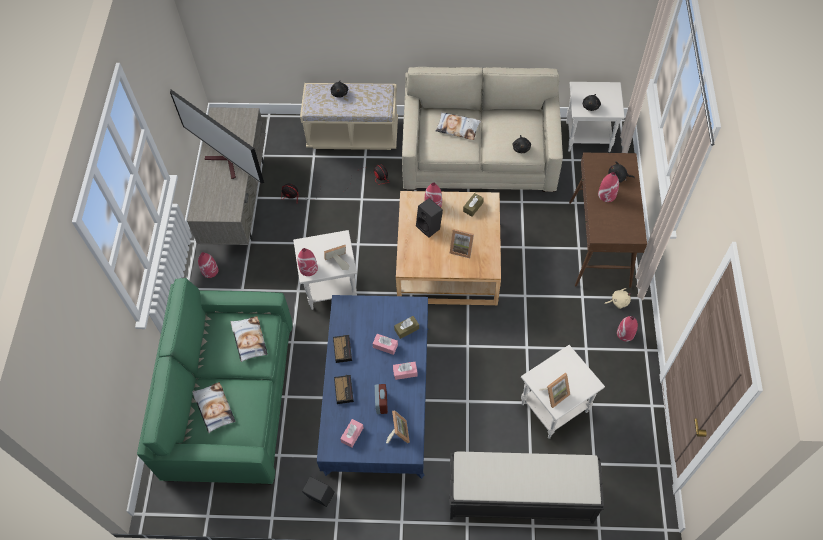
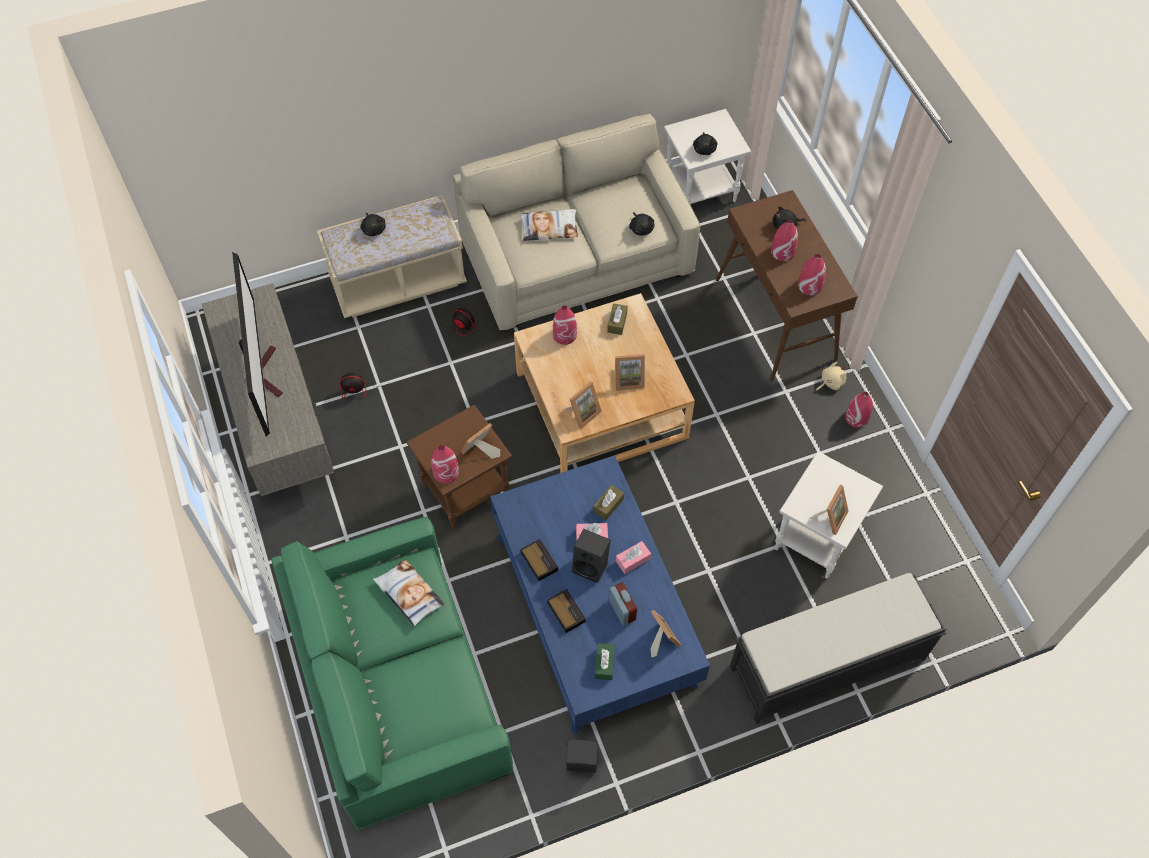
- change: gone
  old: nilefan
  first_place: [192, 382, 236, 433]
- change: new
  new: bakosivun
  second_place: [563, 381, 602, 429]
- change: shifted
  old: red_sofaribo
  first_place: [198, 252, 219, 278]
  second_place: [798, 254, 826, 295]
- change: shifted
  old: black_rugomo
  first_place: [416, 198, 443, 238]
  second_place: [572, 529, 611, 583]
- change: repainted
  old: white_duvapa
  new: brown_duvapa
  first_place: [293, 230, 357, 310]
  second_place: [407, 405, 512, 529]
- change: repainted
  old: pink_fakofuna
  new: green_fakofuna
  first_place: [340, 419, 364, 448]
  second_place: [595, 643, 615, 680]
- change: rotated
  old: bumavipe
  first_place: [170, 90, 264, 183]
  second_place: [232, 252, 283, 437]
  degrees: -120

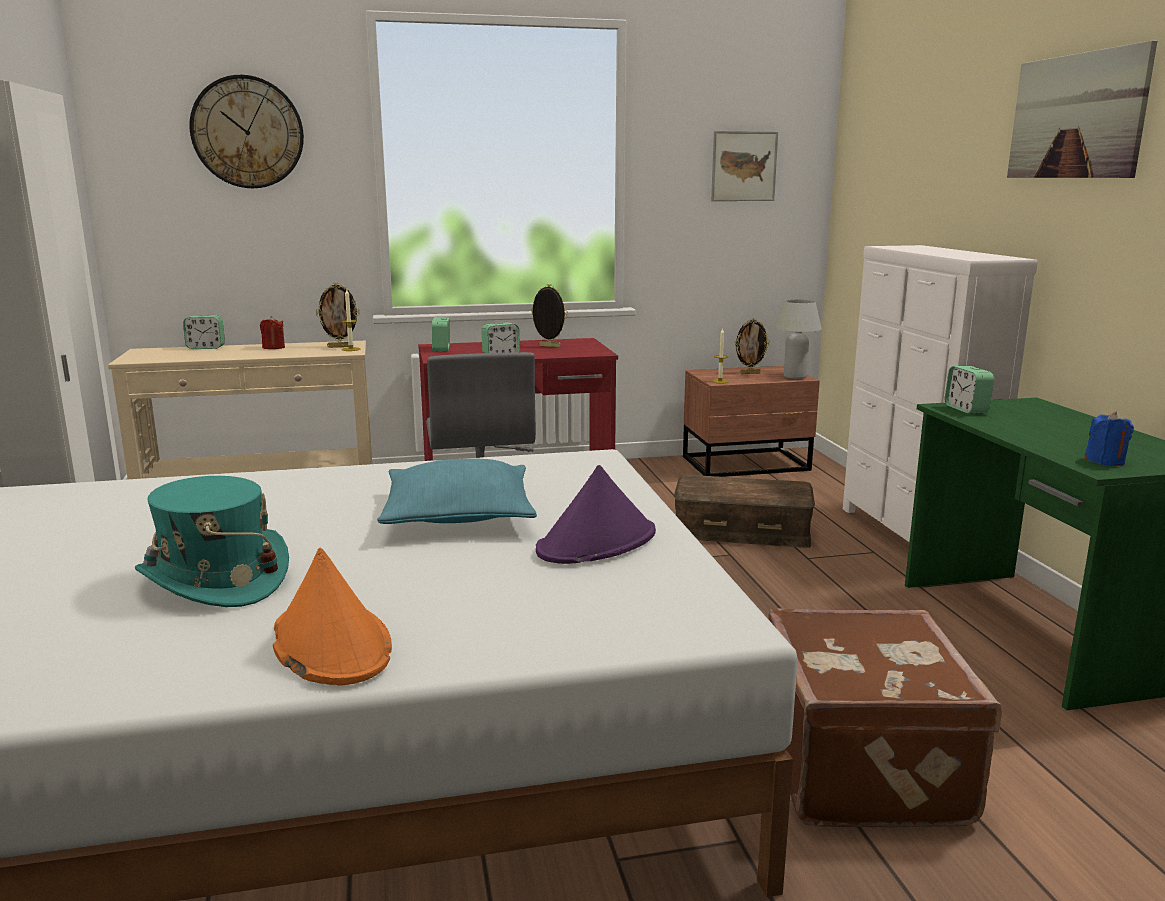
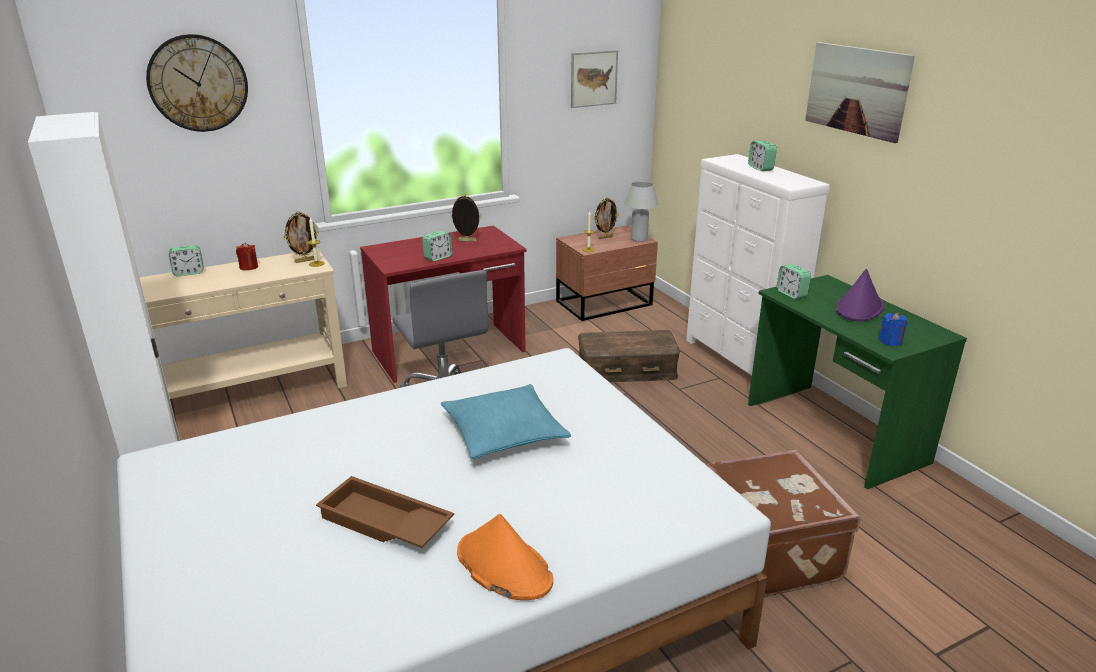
- change: shifted
  old: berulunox
  first_place: [432, 317, 450, 352]
  second_place: [748, 141, 777, 171]
- change: shifted
  old: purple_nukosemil
  first_place: [536, 465, 656, 564]
  second_place: [836, 269, 884, 321]
- change: swapped
  old: turquoise_nukosemil
  new: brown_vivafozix
  first_place: [135, 476, 289, 607]
  second_place: [316, 476, 454, 548]

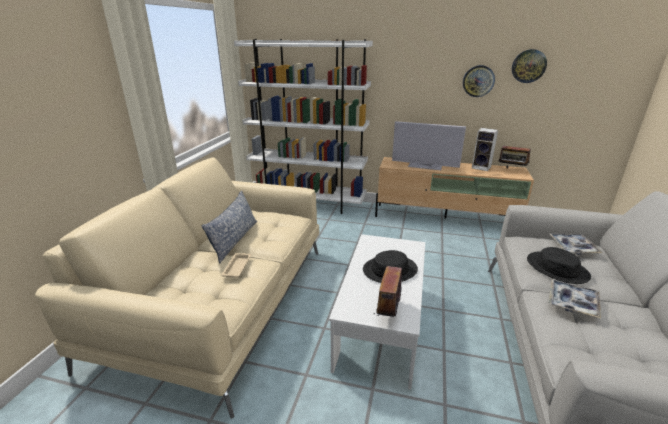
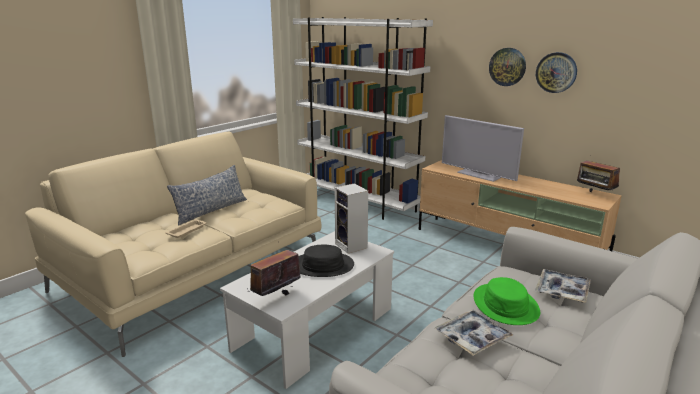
- change: shifted
  old: rugomo
  first_place: [472, 128, 498, 171]
  second_place: [335, 183, 368, 253]
- change: shifted
  old: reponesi
  first_place: [512, 49, 547, 83]
  second_place: [489, 48, 526, 86]
- change: repainted
  old: black_nukosemil
  new: green_nukosemil
  first_place: [527, 247, 591, 284]
  second_place: [473, 277, 540, 325]

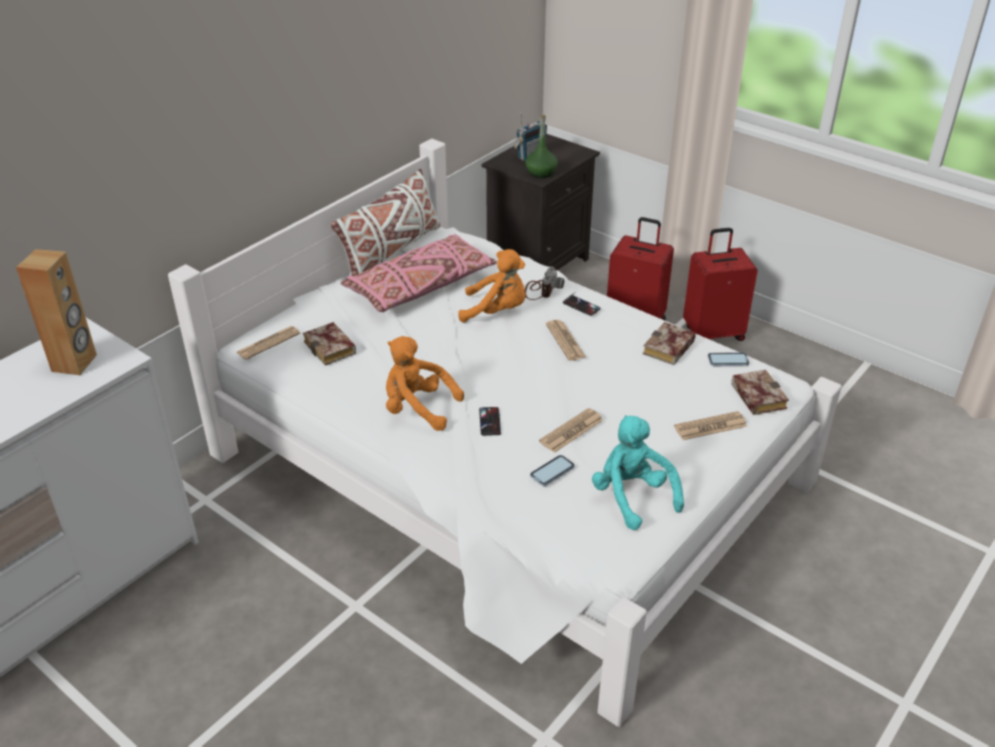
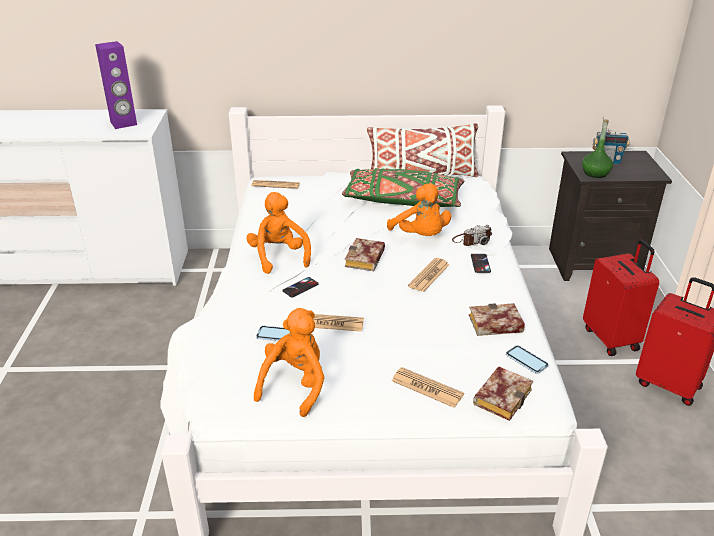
- change: shifted
  old: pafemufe
  first_place: [303, 322, 356, 365]
  second_place: [345, 238, 385, 271]
- change: repainted
  old: brown_rugomo
  new: purple_rugomo
  first_place: [16, 249, 97, 375]
  second_place: [95, 41, 137, 129]
- change: repainted
  old: pink_nilefan
  new: green_nilefan
  first_place: [341, 235, 497, 312]
  second_place: [342, 168, 464, 207]
- change: repainted
  old: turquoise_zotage
  new: orange_zotage
  first_place: [592, 415, 684, 530]
  second_place: [254, 308, 324, 417]

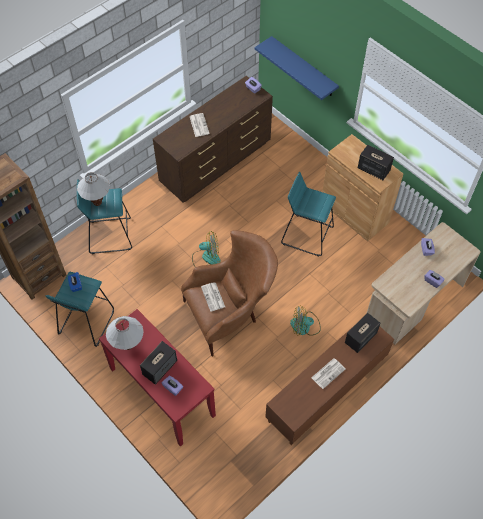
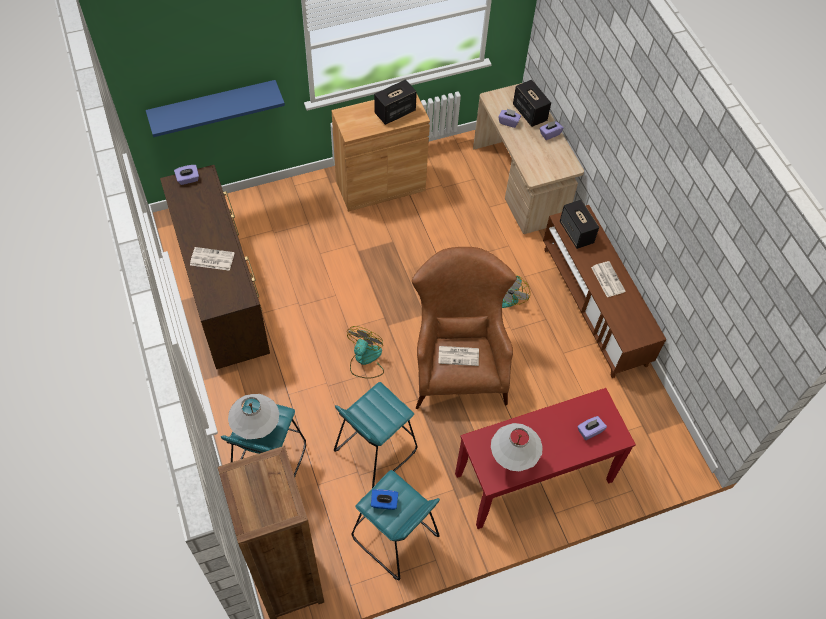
- change: shifted
  old: rugomo
  first_place: [140, 341, 177, 385]
  second_place: [513, 80, 551, 127]
- change: shifted
  old: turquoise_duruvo
  first_place: [281, 172, 336, 256]
  second_place: [334, 382, 418, 488]

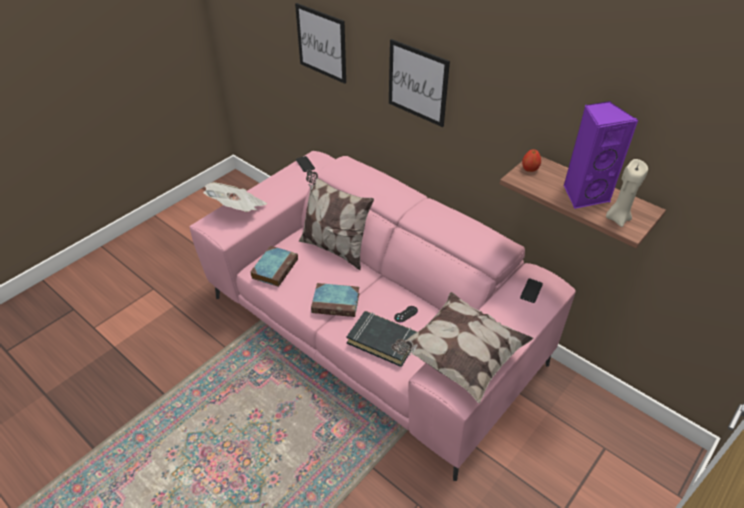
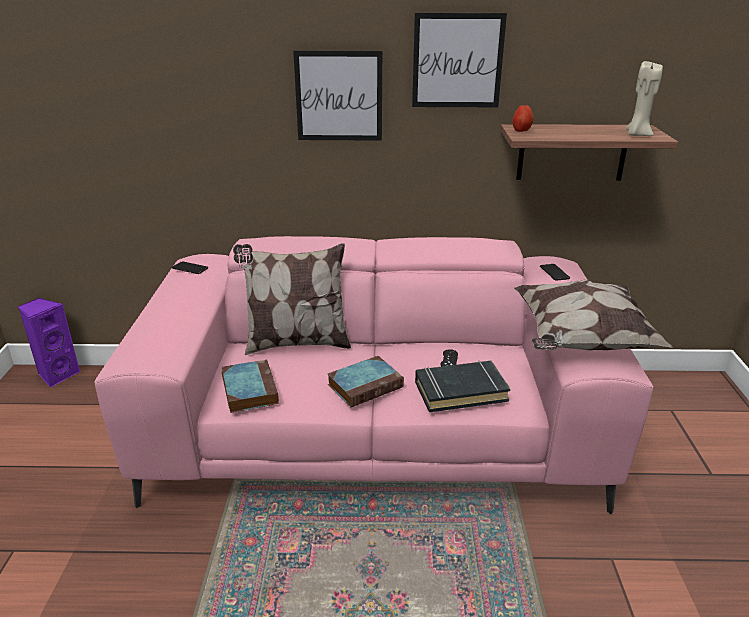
- change: gone
  old: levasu
  first_place: [203, 182, 267, 212]
- change: shifted
  old: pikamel
  first_place: [295, 3, 346, 84]
  second_place: [412, 13, 507, 107]
- change: shifted
  old: purple_rugomo
  first_place: [564, 101, 638, 209]
  second_place: [18, 297, 80, 388]

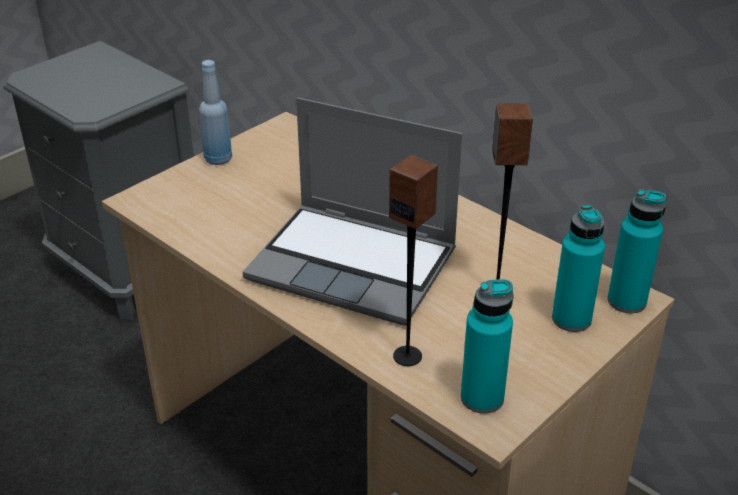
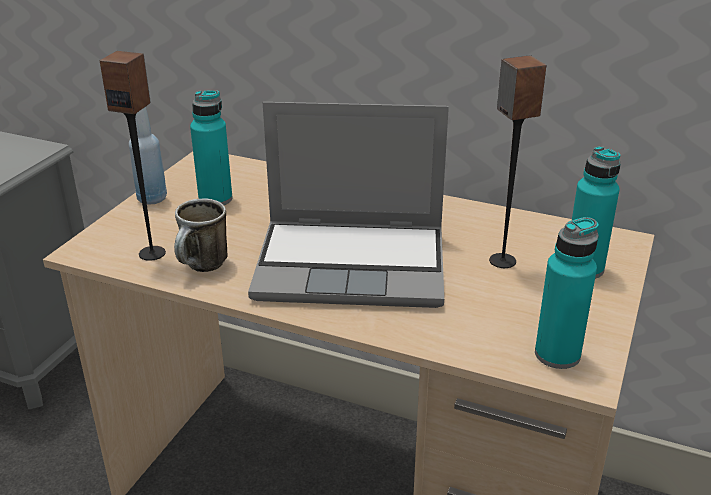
- change: new
  new: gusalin
  second_place: [174, 198, 227, 272]
- change: shifted
  old: rugomo
  first_place: [389, 155, 438, 366]
  second_place: [100, 51, 166, 261]
- change: shifted
  old: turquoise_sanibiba
  first_place: [607, 189, 666, 313]
  second_place: [190, 90, 233, 205]

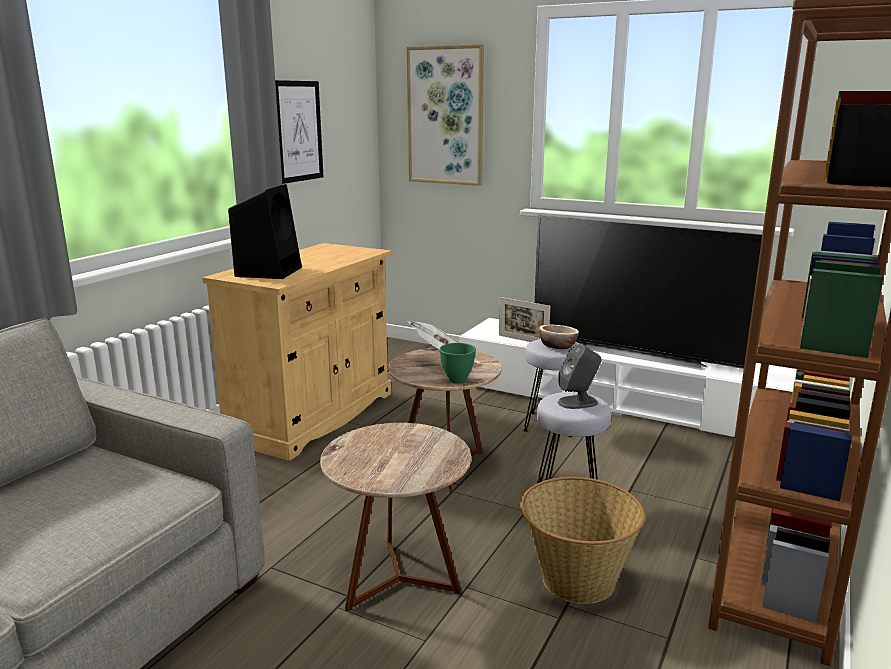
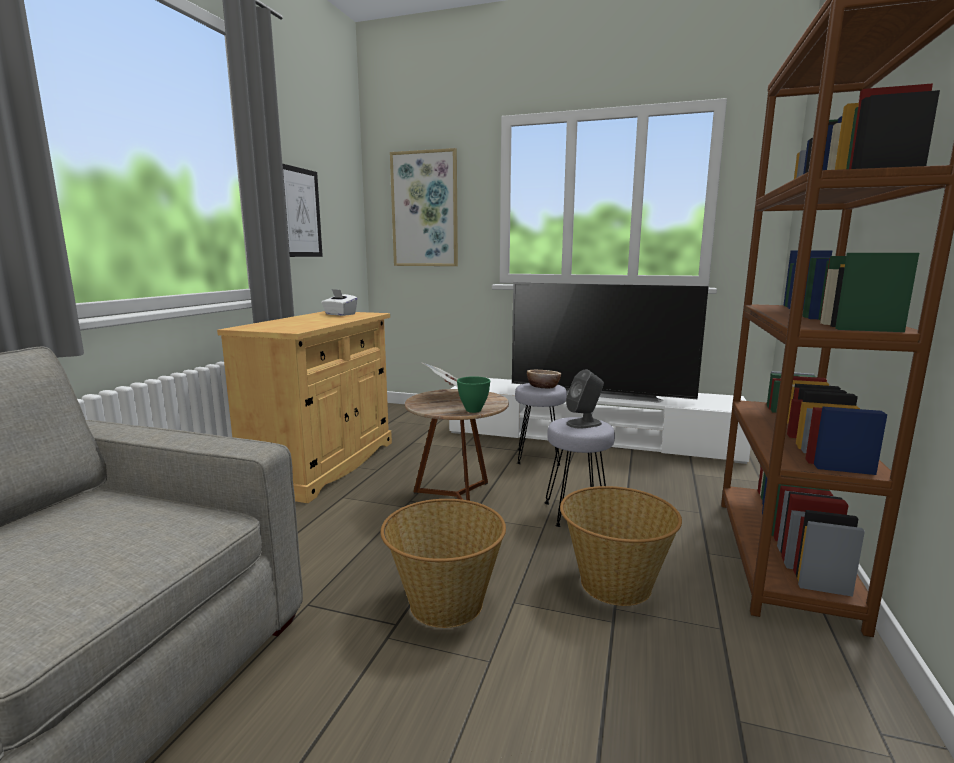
- change: gone
  old: black_rugomo
  first_place: [228, 184, 302, 279]
- change: gone
  old: bakosivun
  first_place: [499, 297, 550, 342]
- change: new
  new: white_fakofuna
  second_place: [321, 289, 358, 316]
- change: swapped
  old: brown_duvapa
  new: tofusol
  first_place: [320, 423, 471, 612]
  second_place: [381, 499, 506, 628]

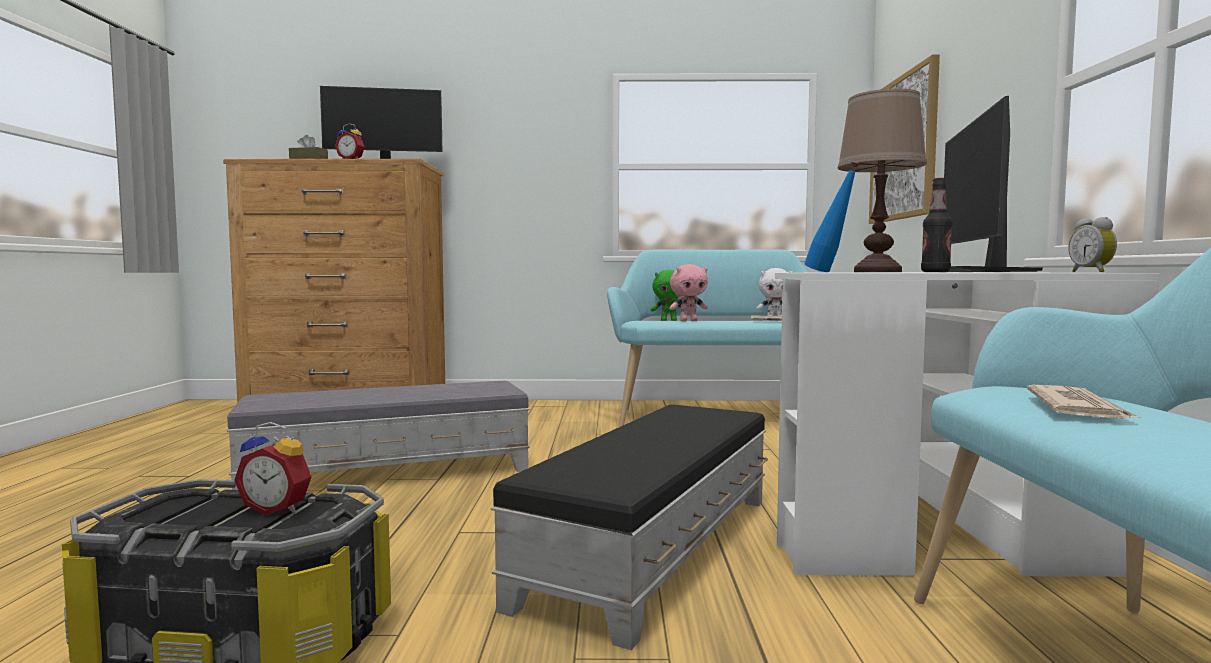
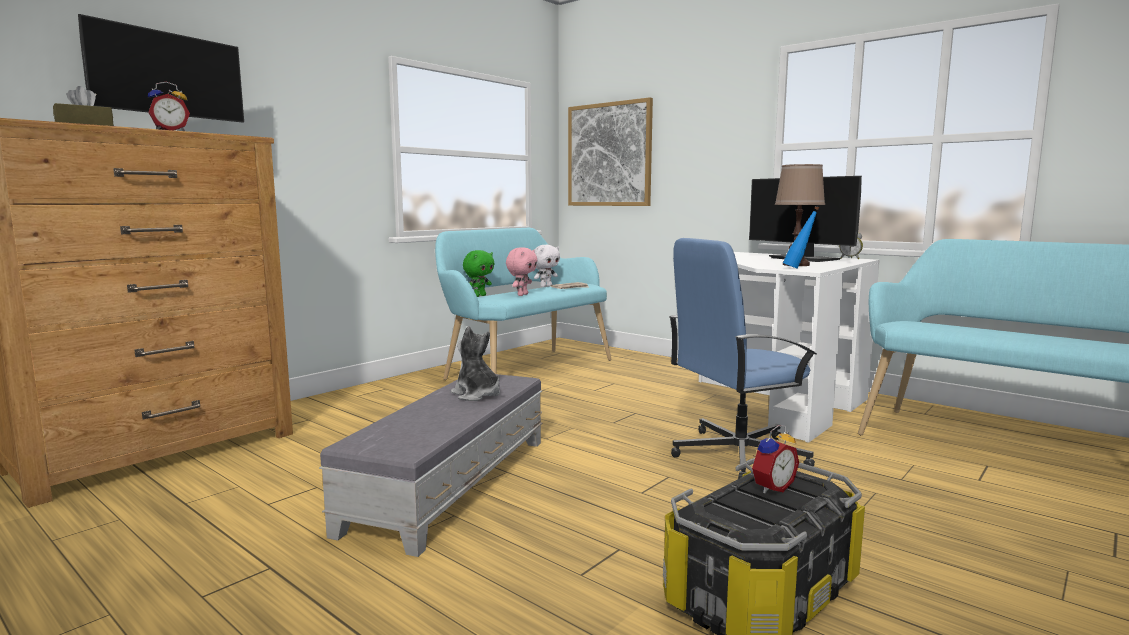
- change: gone
  old: sanibiba
  first_place: [921, 178, 953, 272]
- change: gone
  old: levasu
  first_place: [1027, 385, 1139, 419]
- change: new
  new: zotage
  second_place: [451, 326, 500, 401]
- change: swapped
  old: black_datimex
  new: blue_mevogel
  first_place: [491, 404, 768, 650]
  second_place: [669, 238, 817, 479]

